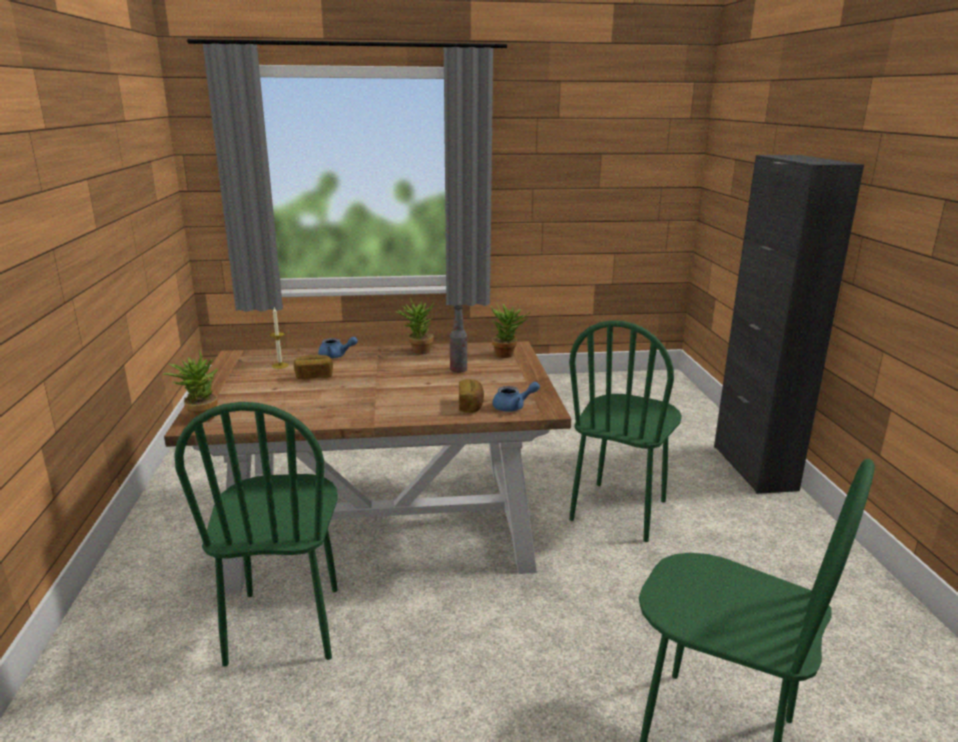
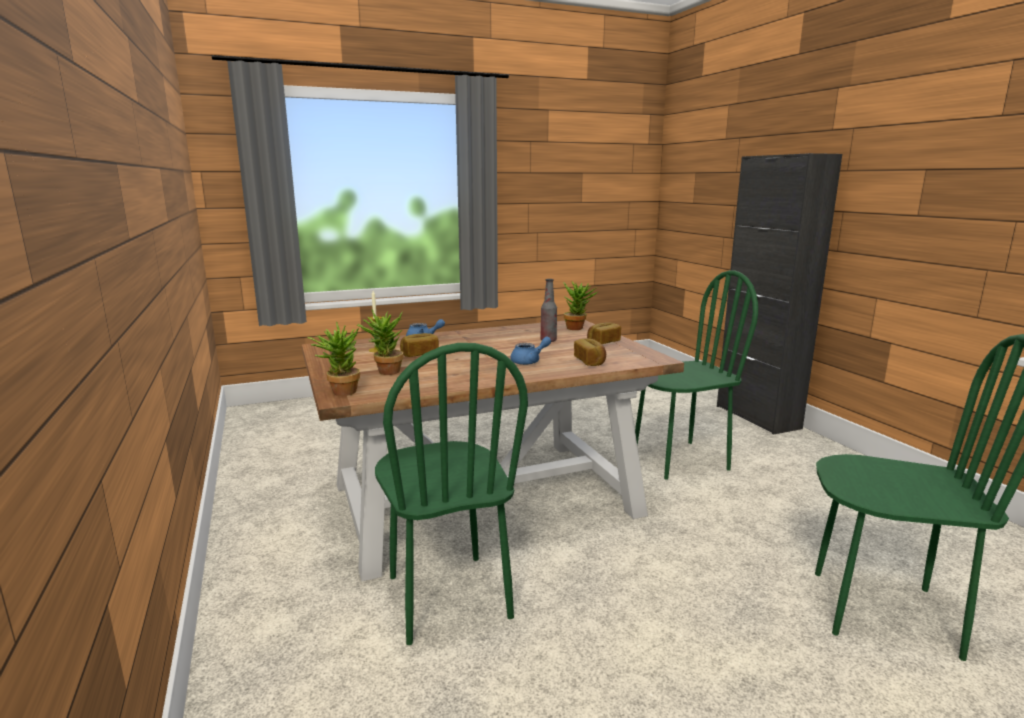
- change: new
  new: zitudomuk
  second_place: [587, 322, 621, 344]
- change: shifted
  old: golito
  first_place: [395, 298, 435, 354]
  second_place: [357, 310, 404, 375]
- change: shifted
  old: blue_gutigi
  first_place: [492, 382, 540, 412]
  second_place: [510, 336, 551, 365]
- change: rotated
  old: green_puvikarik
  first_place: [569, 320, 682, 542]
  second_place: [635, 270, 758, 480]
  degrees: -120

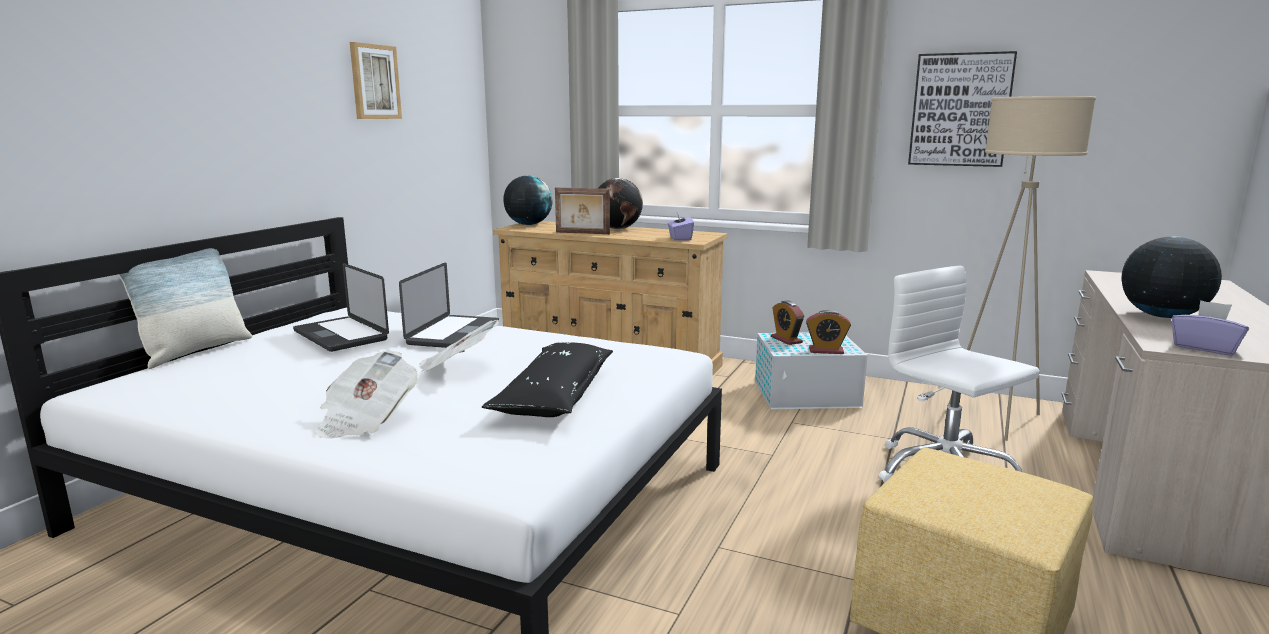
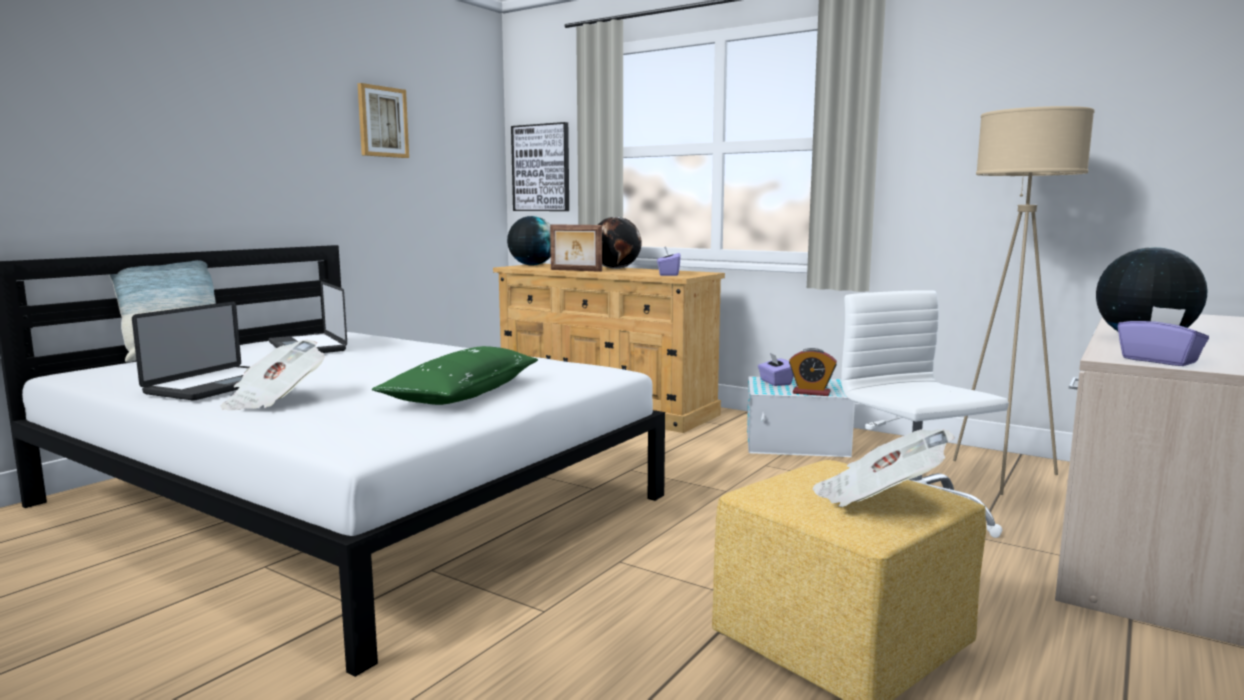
- change: shifted
  old: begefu
  first_place: [399, 262, 499, 348]
  second_place: [132, 302, 250, 401]
- change: shifted
  old: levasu
  first_place: [420, 320, 499, 374]
  second_place: [812, 429, 955, 507]
- change: shifted
  old: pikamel
  first_place: [908, 51, 1017, 167]
  second_place: [511, 122, 569, 211]
- change: swapped
  old: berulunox
  new: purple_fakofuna
  first_place: [771, 300, 804, 345]
  second_place: [758, 353, 794, 386]
- change: repainted
  old: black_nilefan
  new: green_nilefan
  first_place: [482, 342, 613, 417]
  second_place: [372, 346, 538, 405]

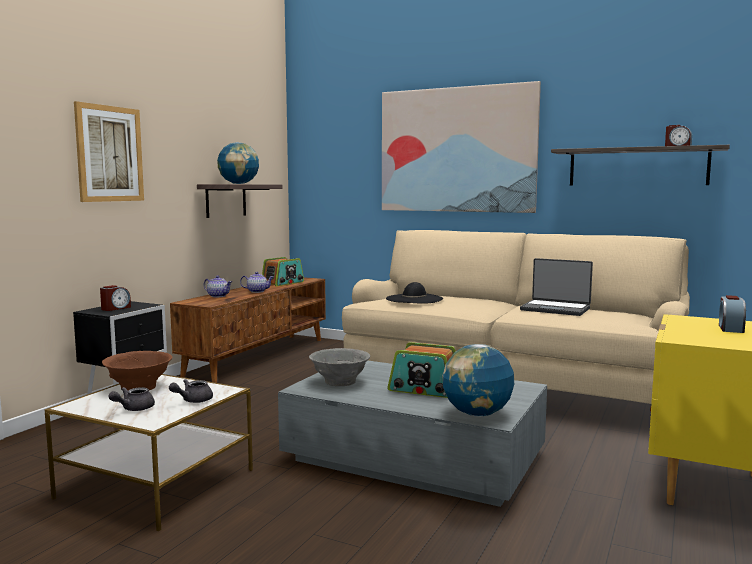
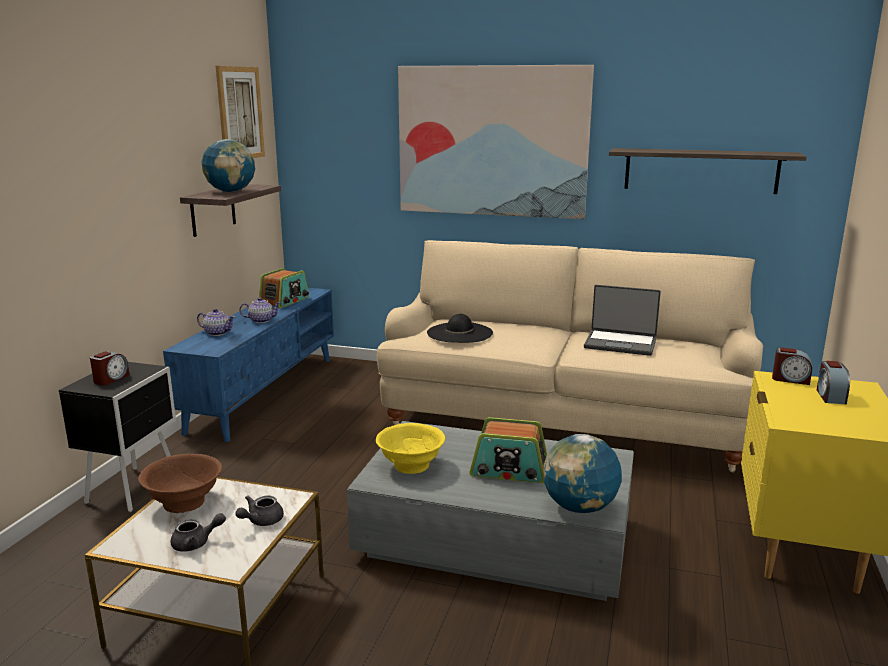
- change: shifted
  old: pikamel
  first_place: [74, 101, 144, 202]
  second_place: [216, 66, 265, 158]
- change: shifted
  old: berulunox
  first_place: [665, 125, 692, 146]
  second_place: [772, 347, 812, 385]
- change: repainted
  old: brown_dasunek
  new: blue_dasunek
  first_place: [170, 277, 326, 383]
  second_place: [163, 288, 334, 442]
- change: repainted
  old: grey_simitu
  new: yellow_simitu
  first_place: [309, 348, 370, 386]
  second_place: [376, 423, 445, 474]
- change: rotated
  old: grey_gutigi
  first_place: [109, 387, 155, 411]
  second_place: [171, 513, 226, 552]
  degrees: -135

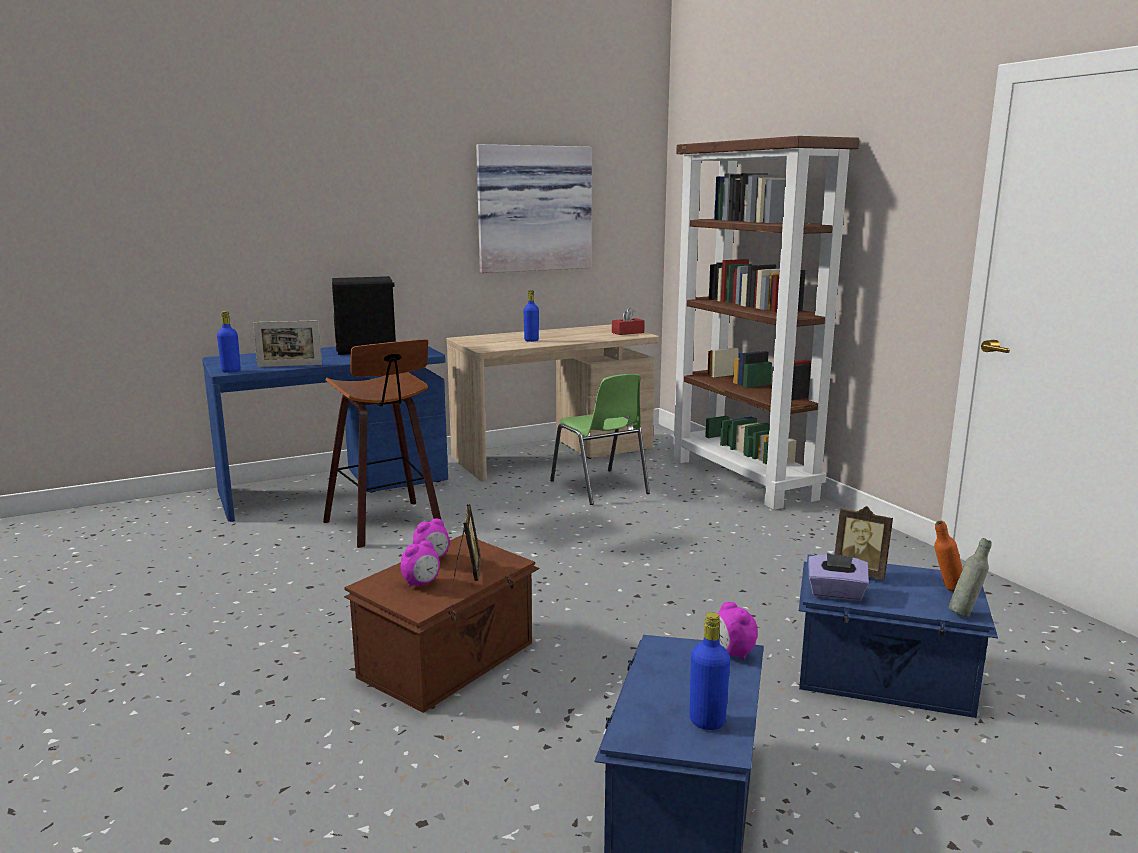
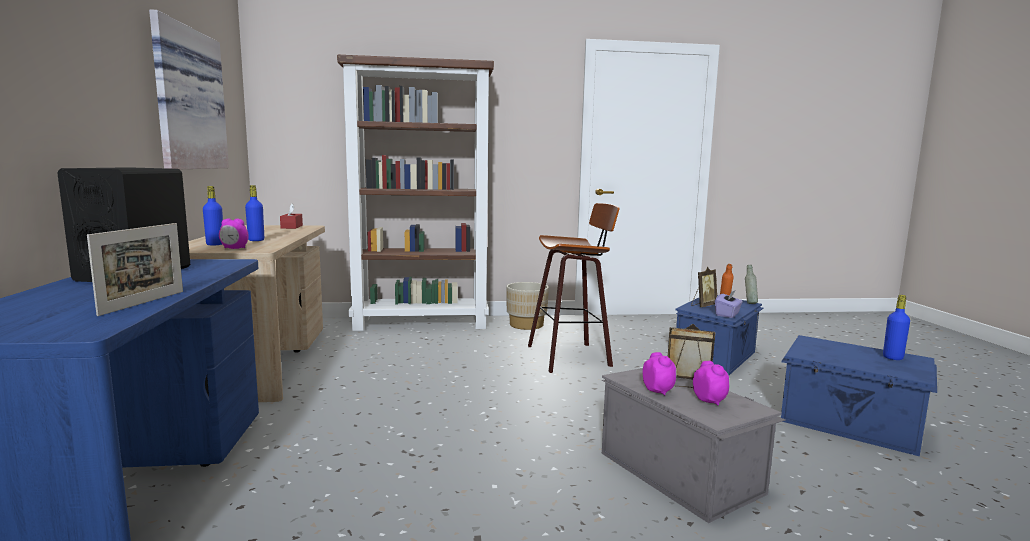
- change: gone
  old: green_puvikarik
  first_place: [550, 374, 650, 505]
- change: new
  new: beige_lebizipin
  second_place: [506, 282, 549, 330]
- change: shifted
  old: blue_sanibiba
  first_place: [217, 311, 241, 373]
  second_place: [203, 186, 223, 246]
- change: shifted
  old: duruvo
  first_place: [323, 339, 441, 548]
  second_place: [528, 203, 620, 373]
- change: shifted
  old: berulunox
  first_place: [717, 602, 757, 660]
  second_place: [219, 218, 249, 249]
- change: repainted
  old: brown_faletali
  new: grey_faletali
  first_place: [344, 534, 540, 713]
  second_place: [602, 368, 786, 523]

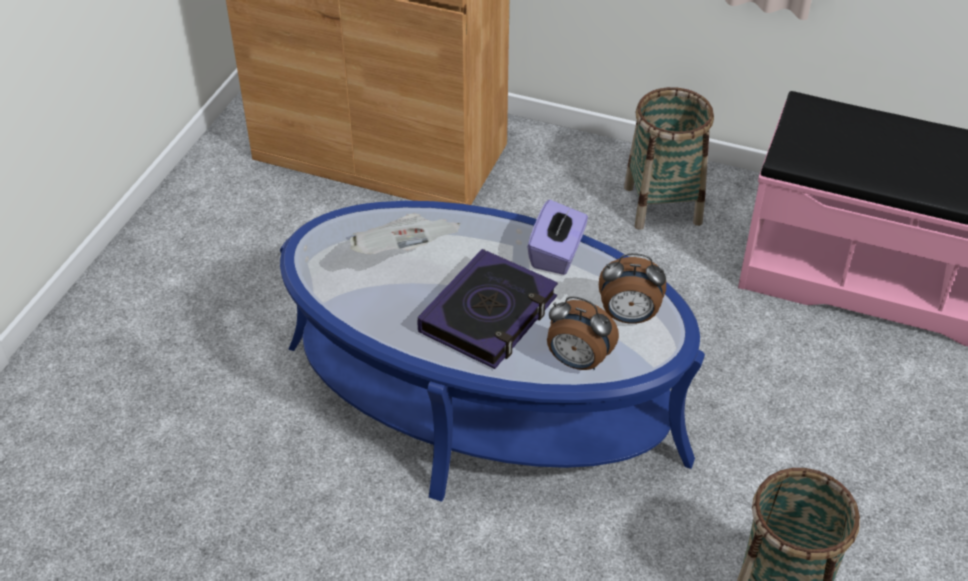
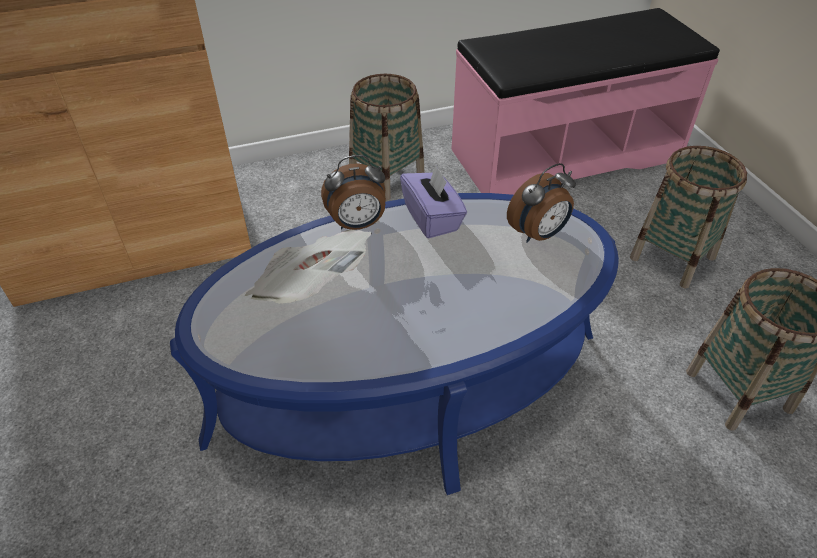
- change: gone
  old: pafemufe
  first_place: [417, 249, 558, 369]
- change: new
  new: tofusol
  second_place: [630, 146, 747, 288]
- change: shifted
  old: berulunox
  first_place: [547, 296, 619, 370]
  second_place: [321, 155, 386, 230]

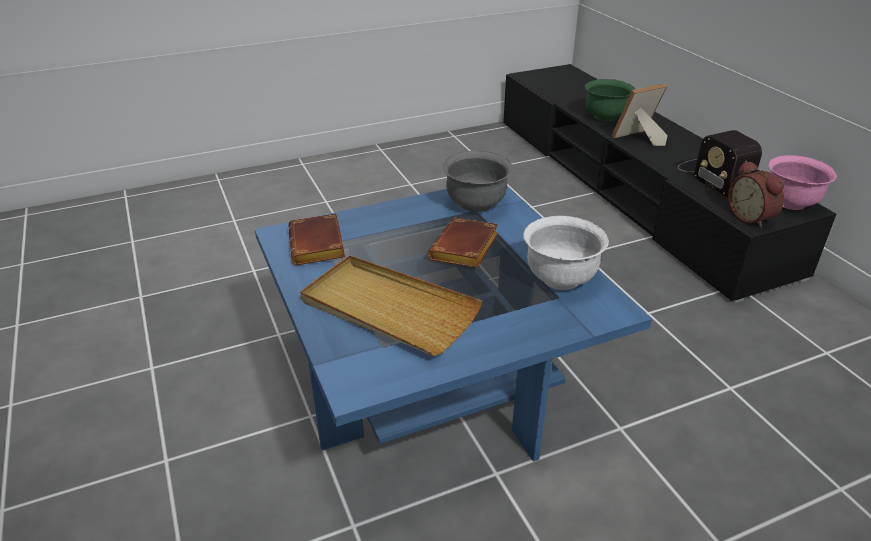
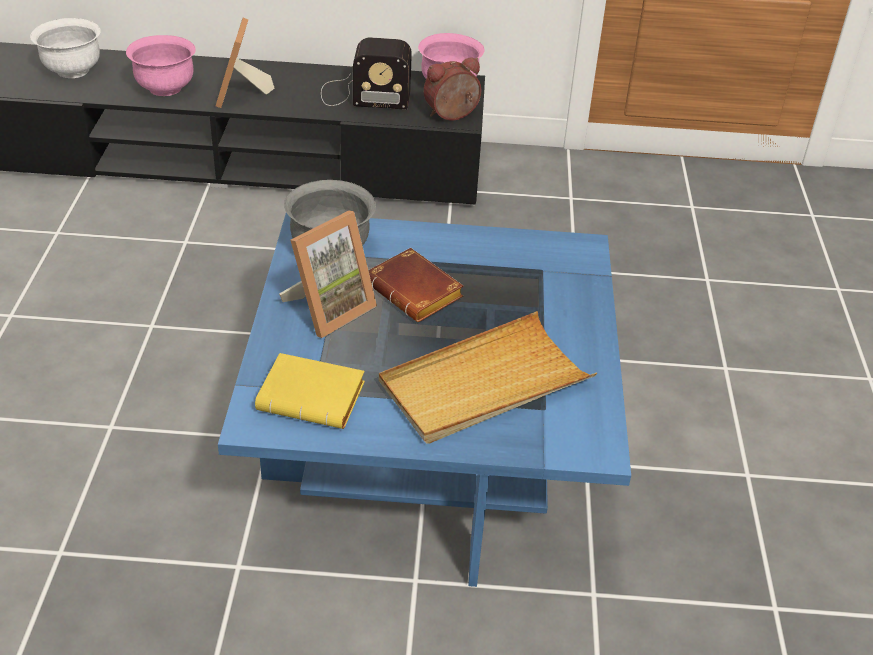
- change: new
  new: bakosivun
  second_place: [279, 211, 377, 338]
- change: shifted
  old: white_simitu
  first_place: [523, 216, 609, 290]
  second_place: [30, 18, 101, 78]
- change: repainted
  old: brown_pafemufe
  new: yellow_pafemufe
  first_place: [288, 213, 345, 265]
  second_place: [255, 353, 365, 429]
- change: repainted
  old: green_simitu
  new: pink_simitu
  first_place: [585, 79, 635, 122]
  second_place: [126, 35, 196, 96]
- change: rotated
  old: berulunox
  first_place: [728, 160, 784, 228]
  second_place: [423, 58, 481, 120]
  degrees: 150

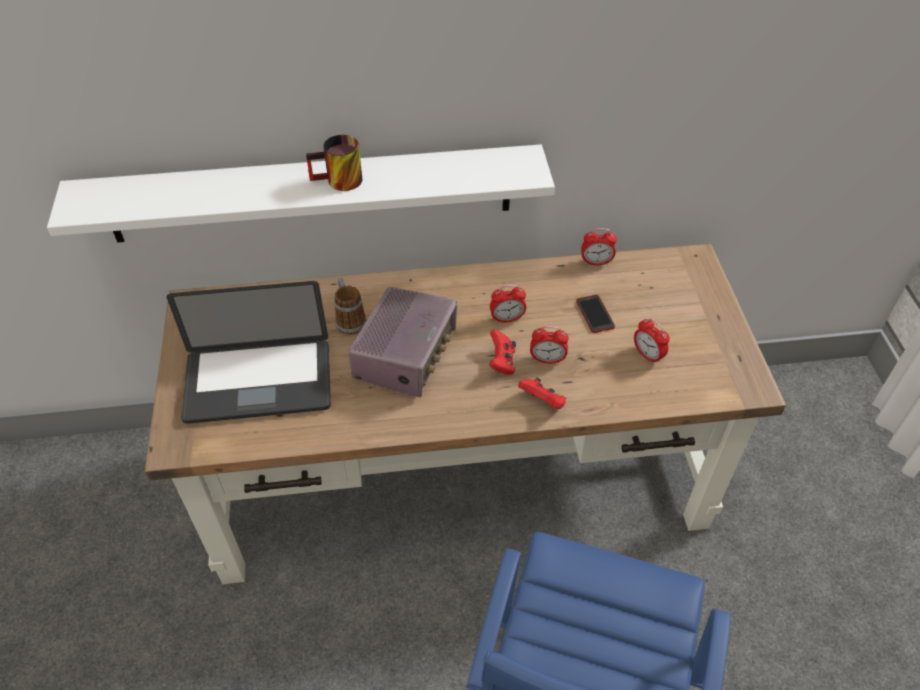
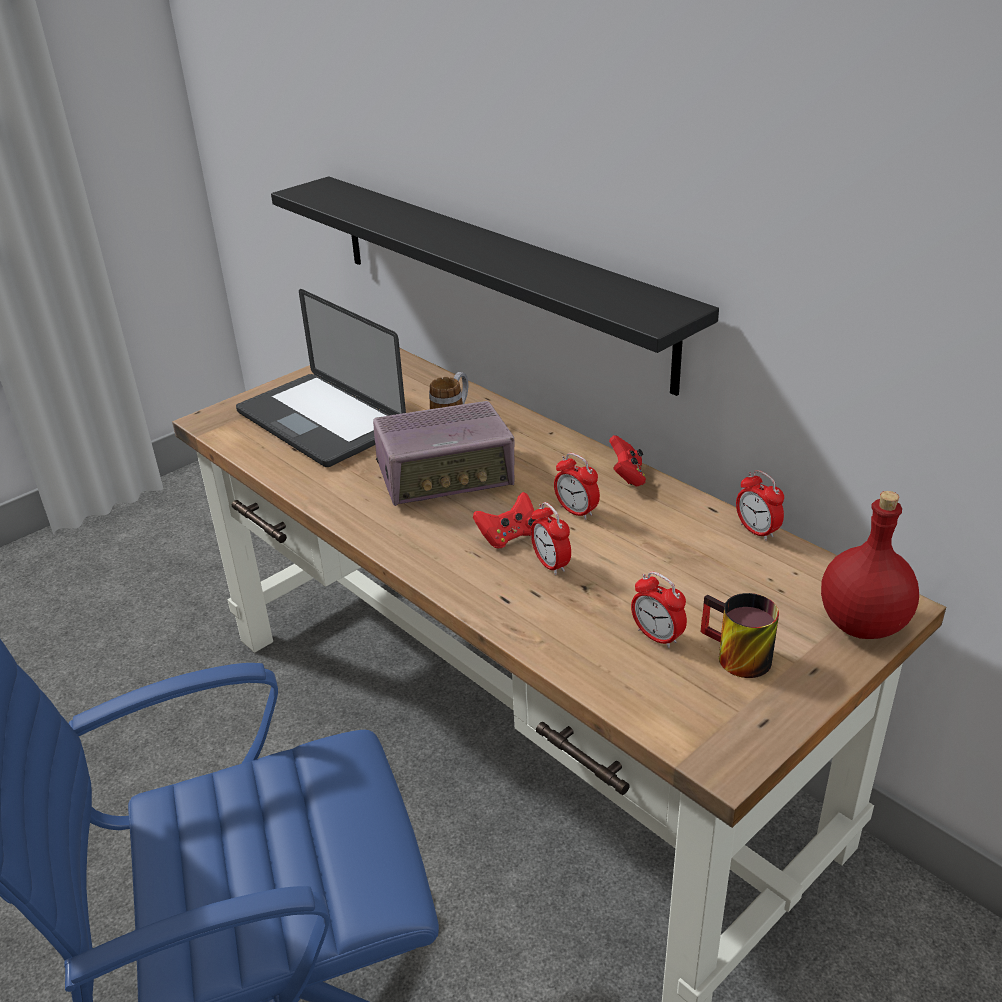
- change: gone
  old: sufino
  first_place: [576, 295, 615, 333]
- change: new
  new: red_sanibiba
  second_place: [821, 491, 919, 639]
- change: shifted
  old: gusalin
  first_place: [306, 135, 362, 191]
  second_place: [701, 593, 779, 678]
- change: shifted
  old: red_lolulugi
  first_place: [518, 377, 566, 409]
  second_place: [609, 435, 646, 486]
- change: repainted
  old: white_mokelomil
  new: black_mokelomil
  first_place: [47, 144, 555, 243]
  second_place: [271, 176, 719, 396]
- change: rotated
  old: berulunox
  first_place: [634, 318, 670, 364]
  second_place: [631, 571, 687, 648]
  degrees: -60

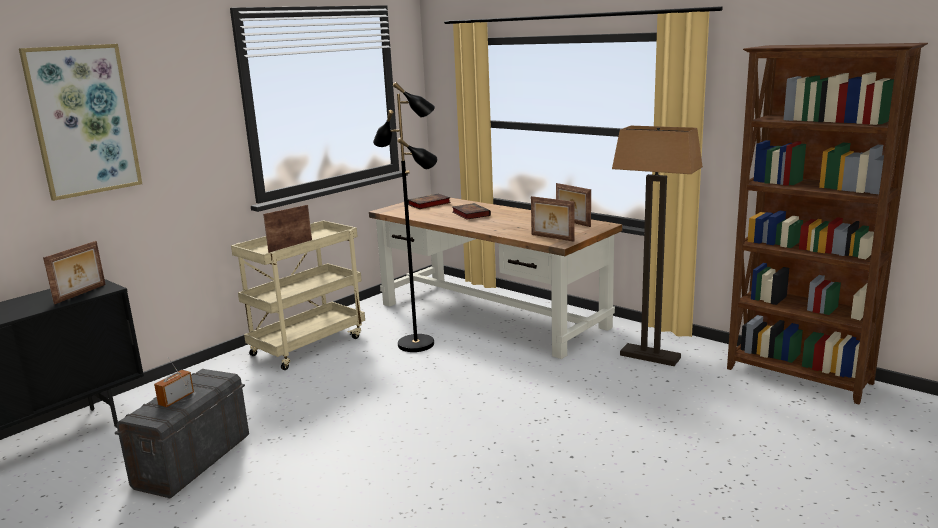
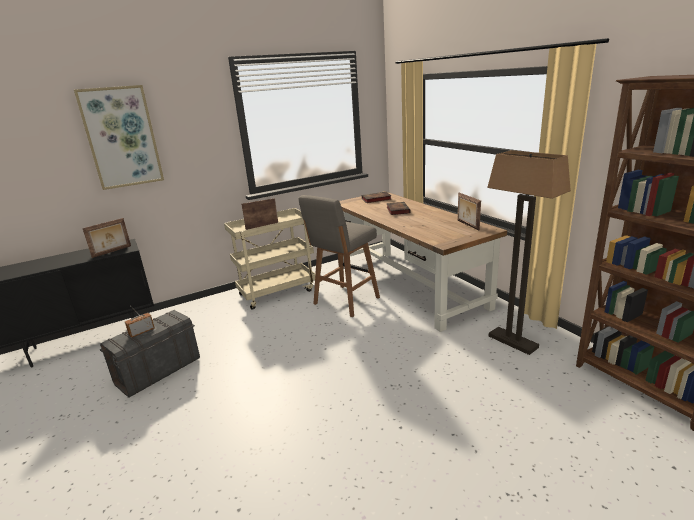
- change: gone
  old: bakosivun
  first_place: [531, 196, 575, 242]
- change: swapped
  old: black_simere
  new: grey_duruvo
  first_place: [373, 82, 437, 352]
  second_place: [299, 195, 380, 317]

